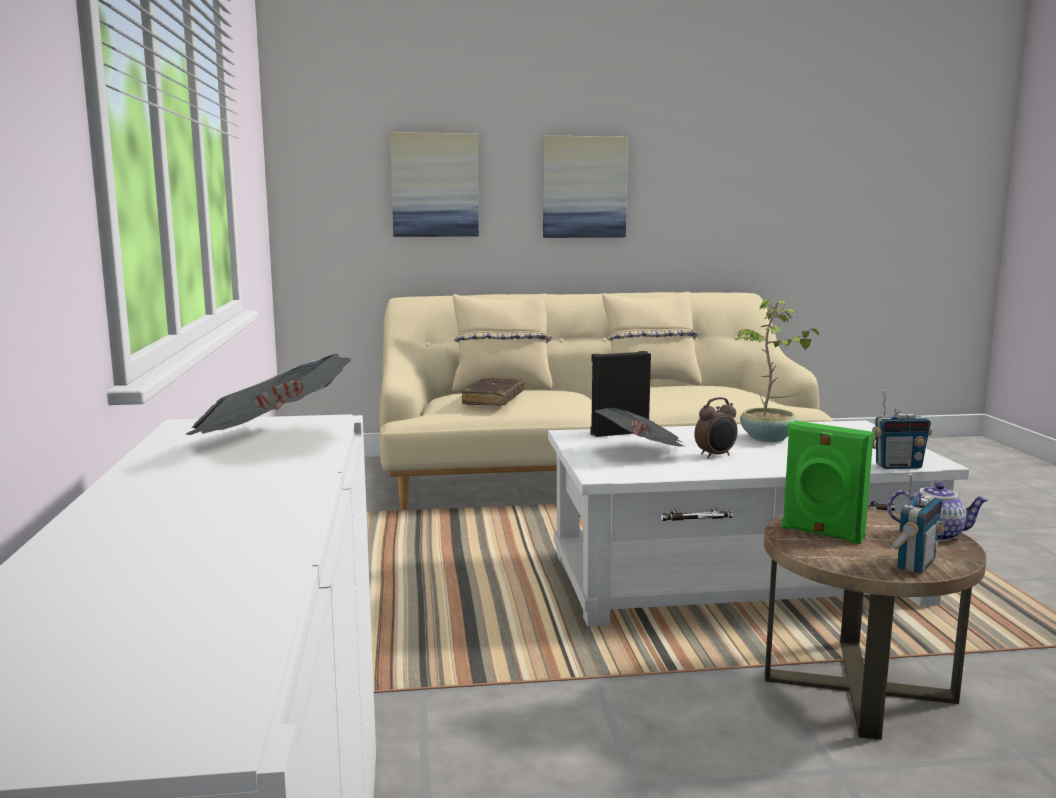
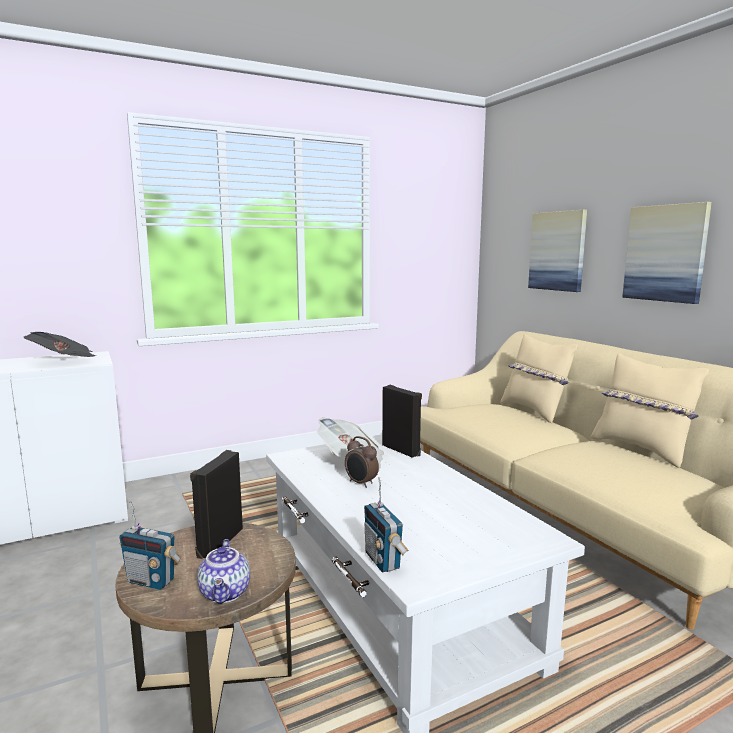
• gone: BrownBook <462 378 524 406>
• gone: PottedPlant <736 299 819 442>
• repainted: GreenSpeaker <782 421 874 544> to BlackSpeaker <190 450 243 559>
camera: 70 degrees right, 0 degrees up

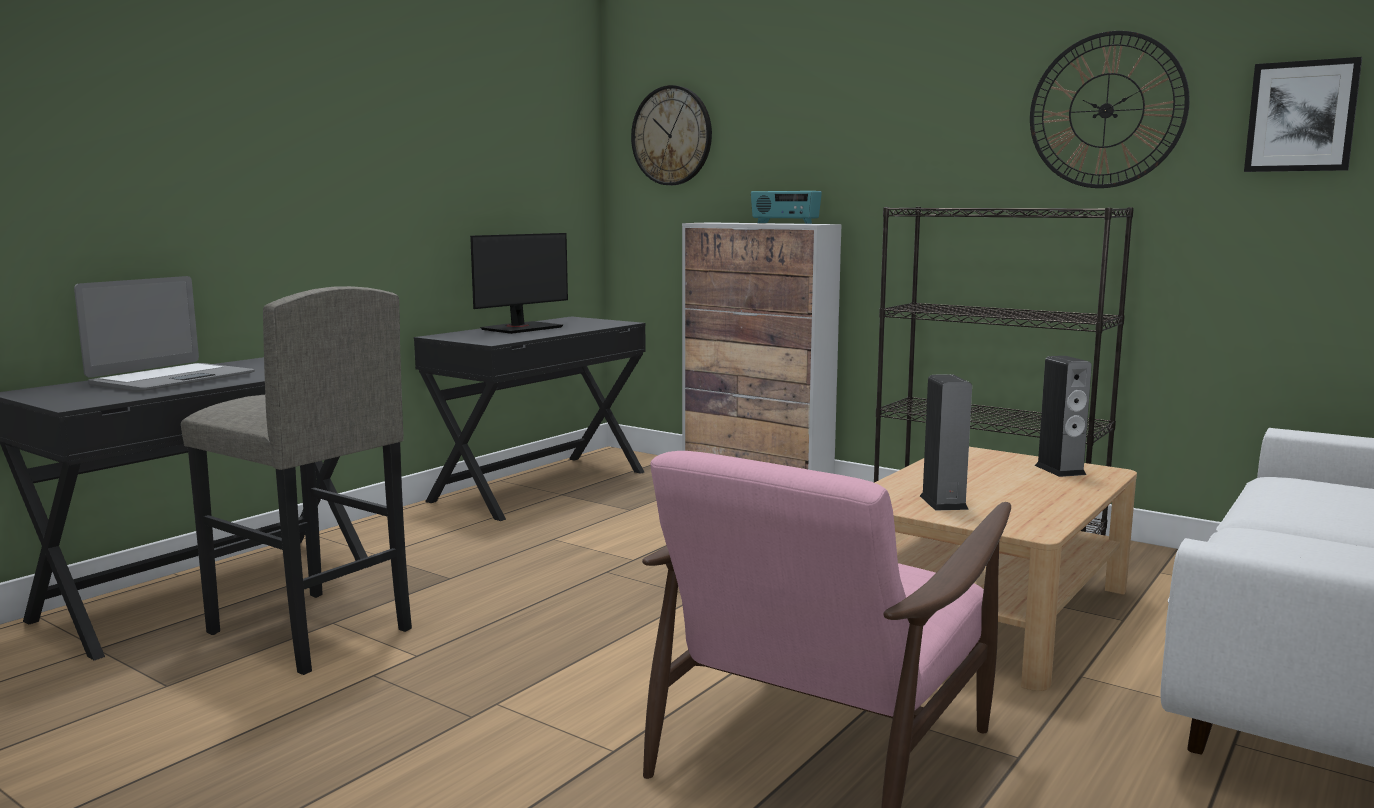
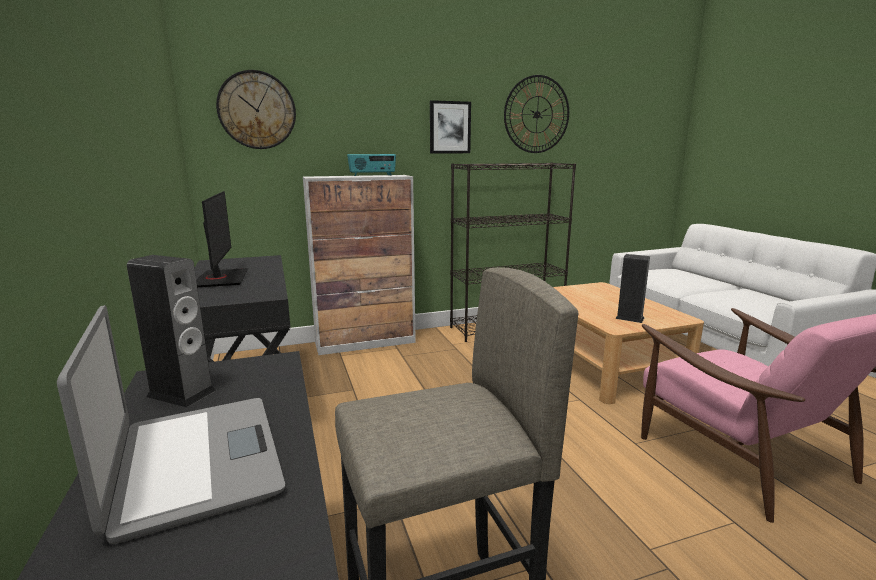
• shifted: Speaker <1035 356 1092 477> to <127 255 216 407>
• shifted: Picture <1244 57 1362 172> to <430 100 471 153>
camera: 55 degrees left, 5 degrees up

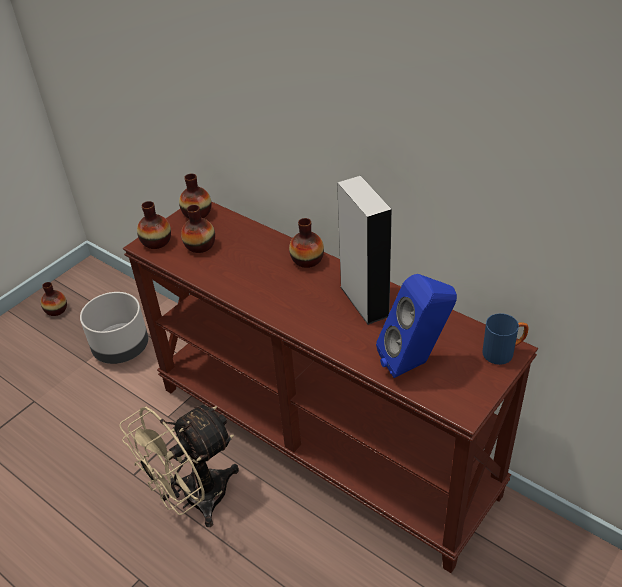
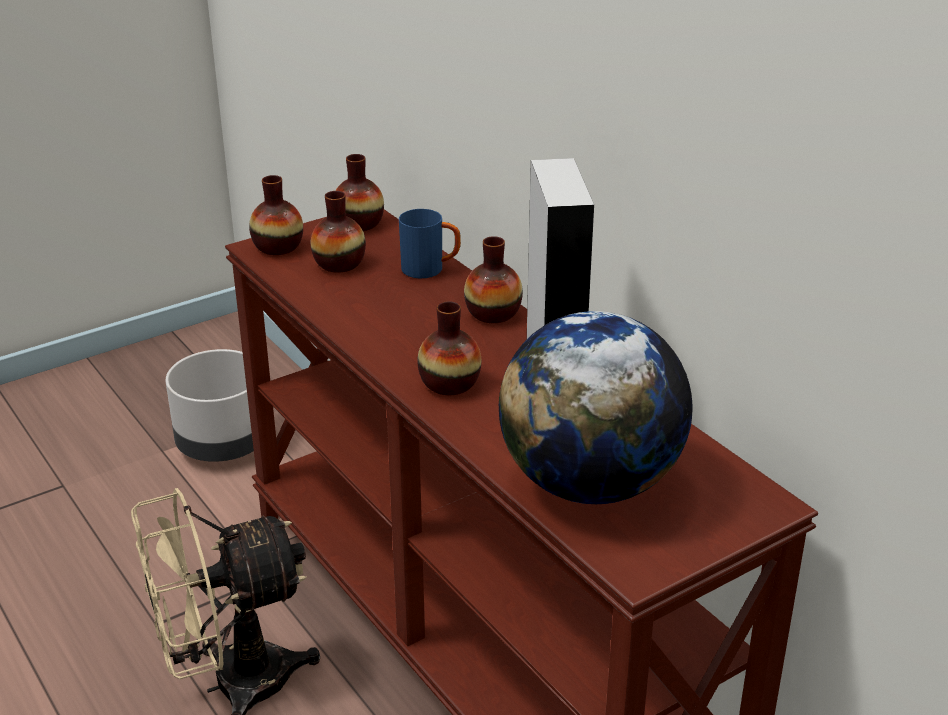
• shifted: Vase <41 282 67 316> to <417 301 481 395>
• shifted: BlueMug <482 313 529 365> to <399 209 461 278>
• swapped: BlueSpeaker <376 274 457 378> to Globe <499 311 693 504>
camera: 15 degrees right, 10 degrees down

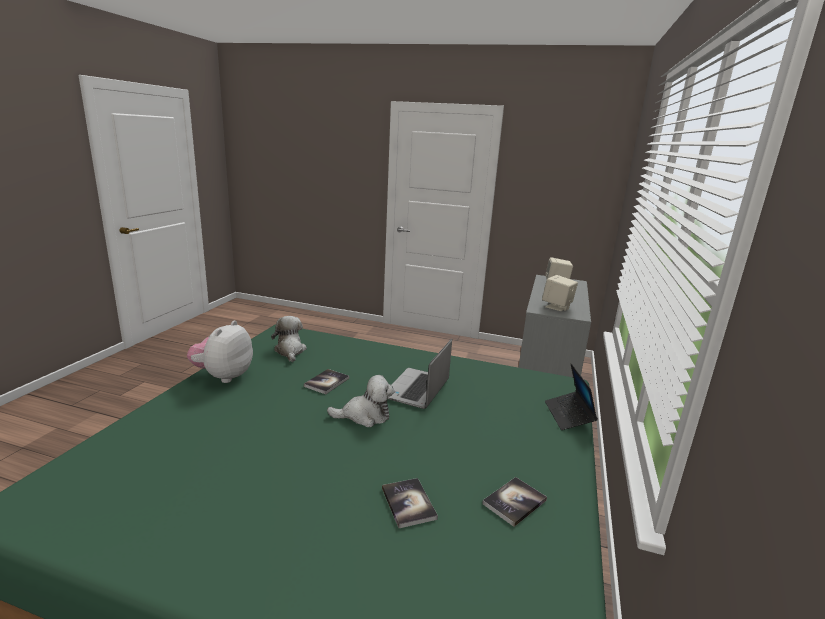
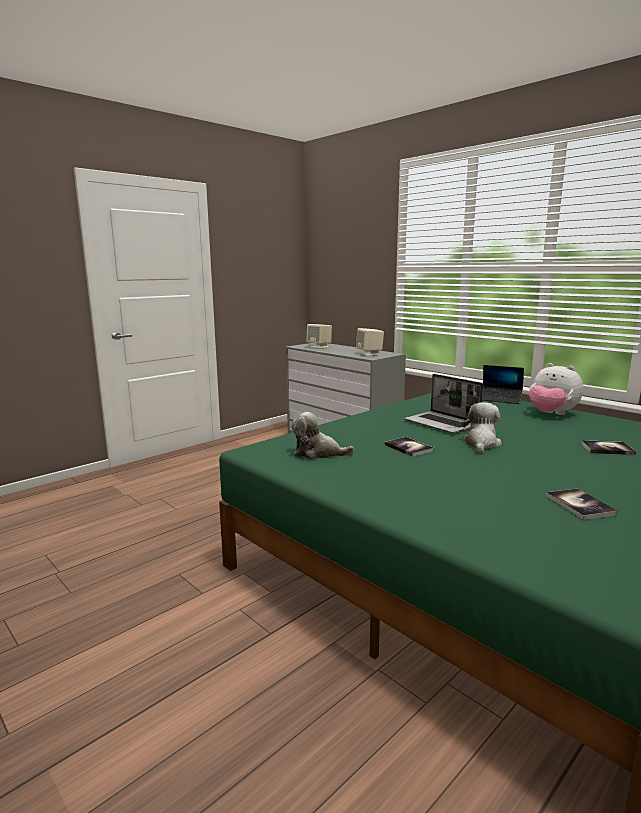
• shifted: PlushToy <187 320 253 383> to <529 363 583 415>
• shifted: Book <482 477 547 527> to <546 488 617 520>
camera: 60 degrees left, 5 degrees down

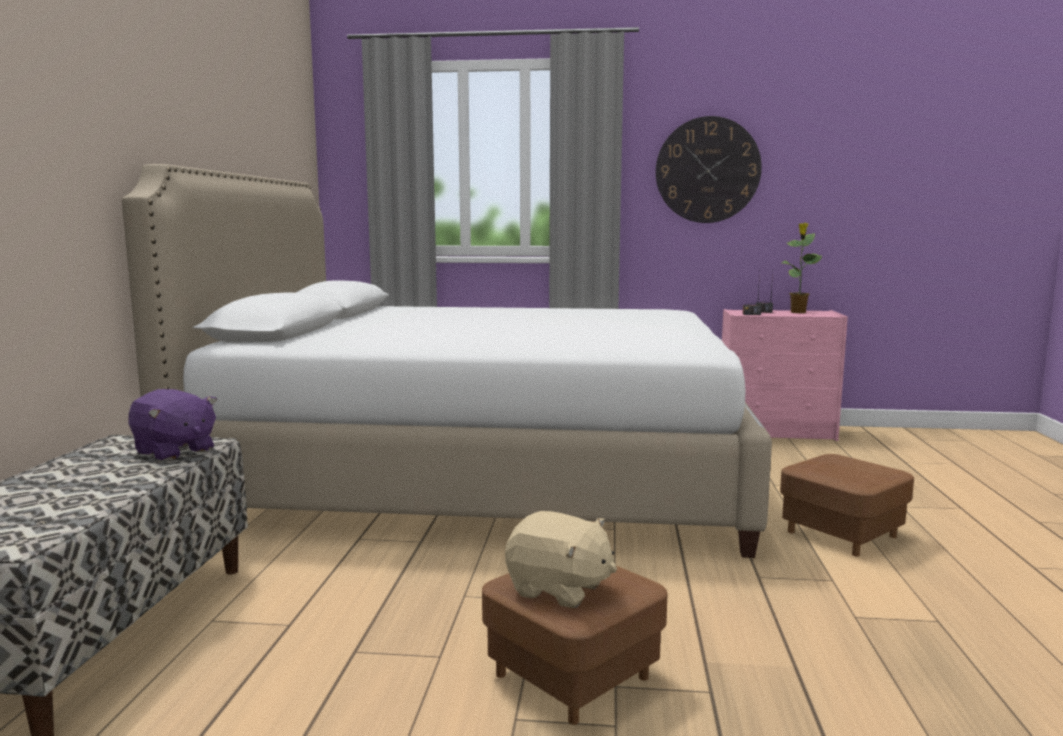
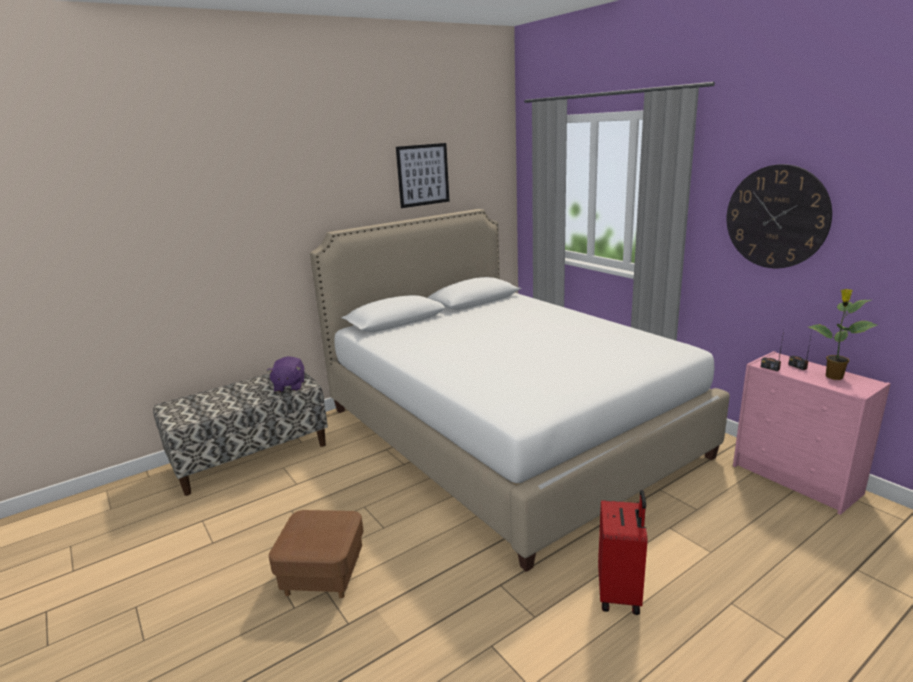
• gone: BeigePlushToy <505 511 617 608>
• new: Picture <396 143 450 208>
• swapped: BrownOttoman <780 454 914 556> to RedSuitcase <598 490 648 615>
camera: 50 degrees right, 10 degrees up

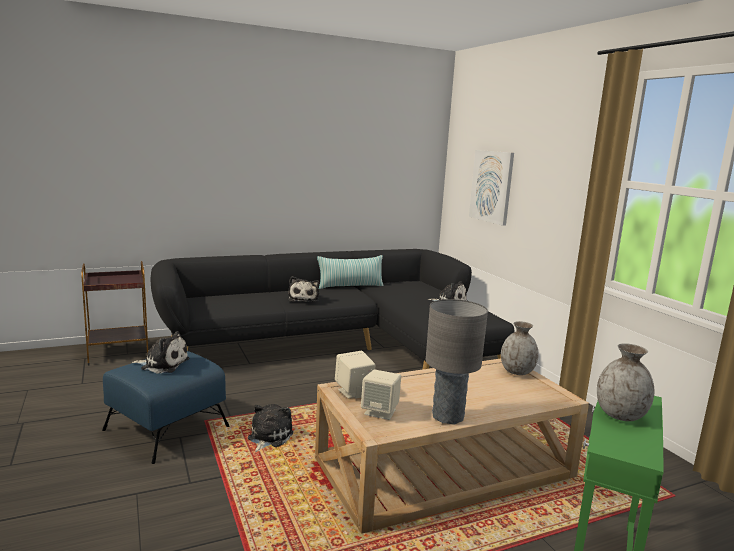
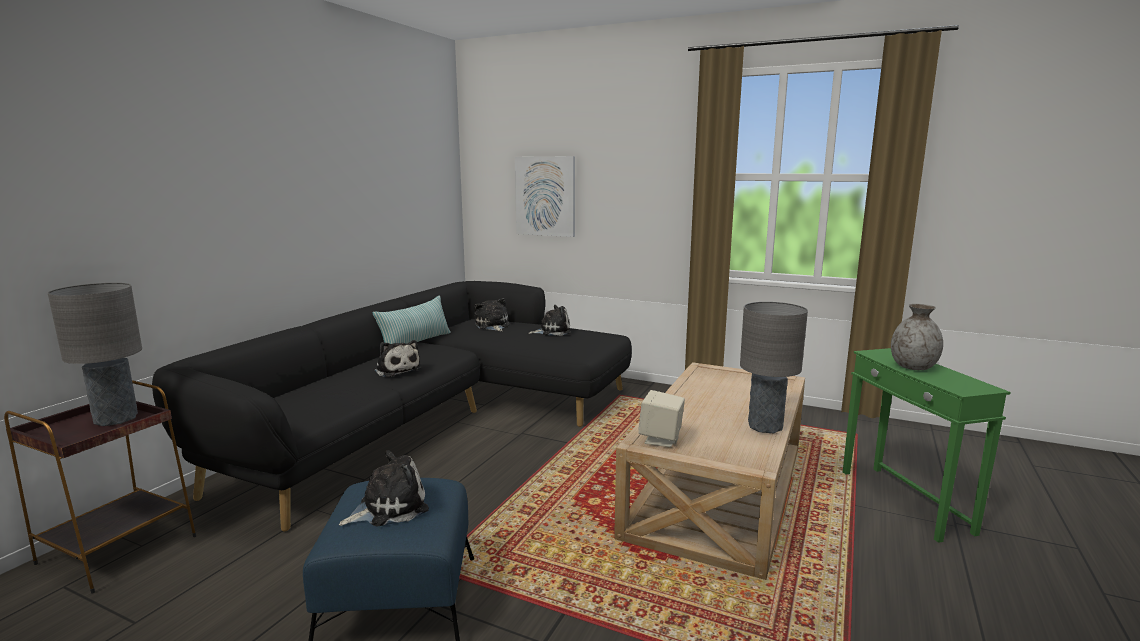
• gone: BeigeSpeaker <361 370 401 420>
• gone: GreyVase <501 321 539 375>
• new: GreyTableLamp <48 283 142 426>
• shifted: PlushToy <248 404 293 452> to <474 298 510 331>
camera: 40 degrees left, 0 degrees up

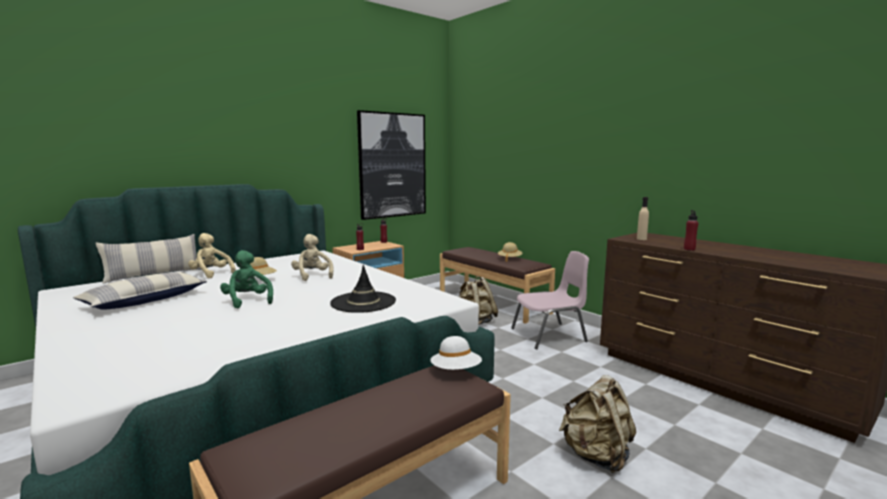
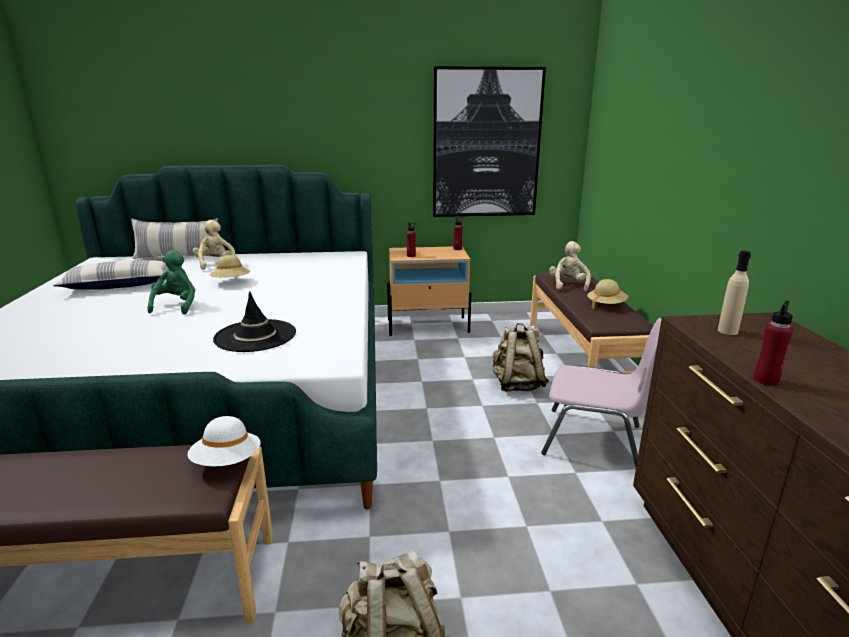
• shifted: BeigePlushToy <291 234 334 281> to <549 241 591 291>
camera: 35 degrees right, 10 degrees up

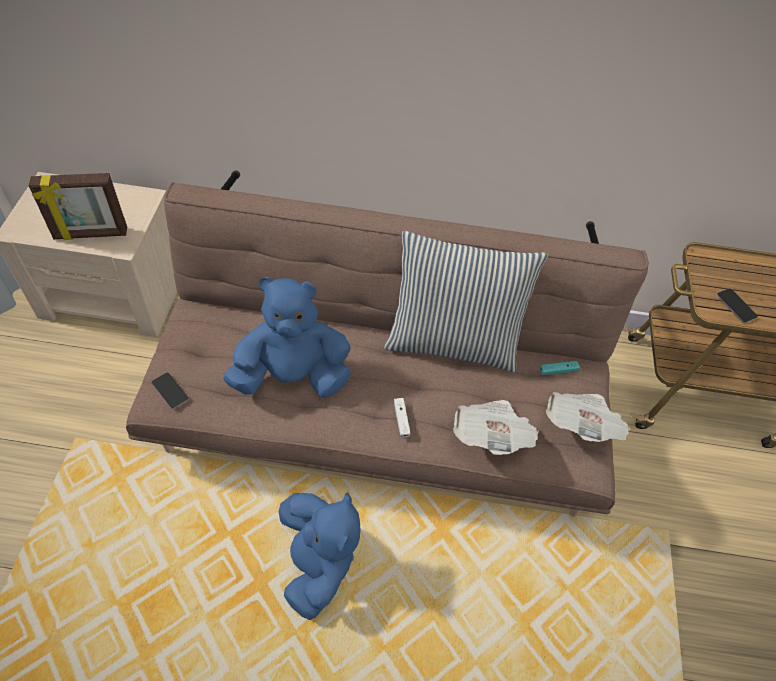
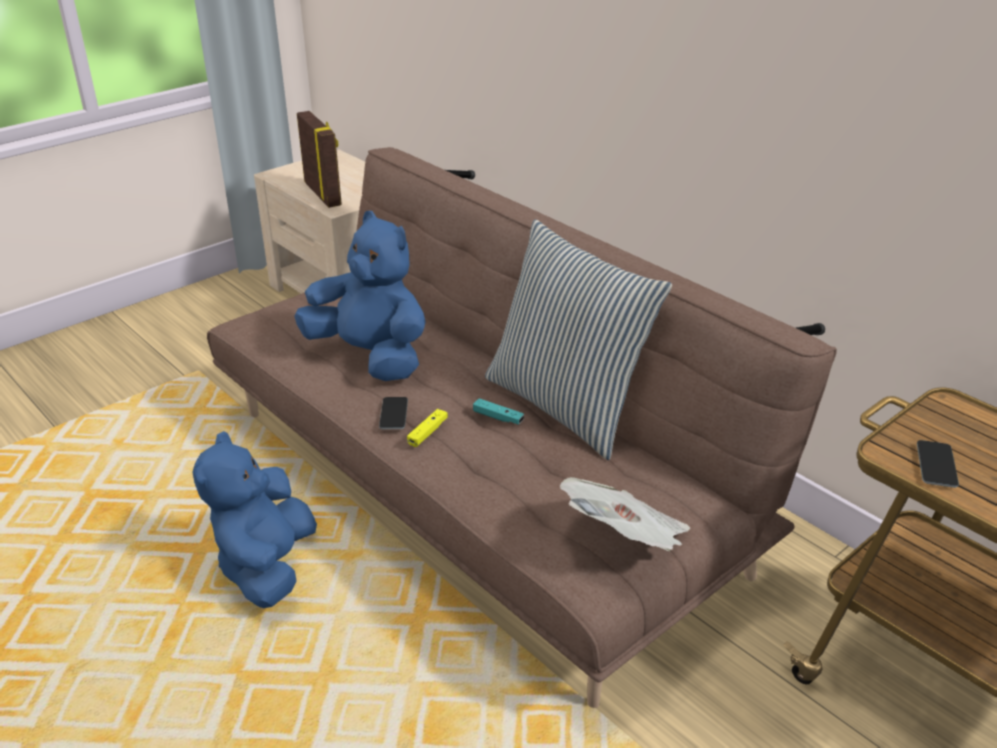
• gone: Newspaper <453 400 539 455>
• shifted: Phone <152 372 189 409> to <379 397 408 429>
• shifted: TurquoiseGameController <540 361 580 375> to <473 398 524 424>
• repainted: WhiteGameController <394 398 411 438> to YellowGameController <407 409 448 447>
• rotated: PictureFrame <28 173 127 240> = <297 111 341 208> 150 degrees counterclockwise
• rotated: BluePlushToy <279 492 360 620> = <192 431 317 608> 150 degrees clockwise
camera: 45 degrees right, 20 degrees down

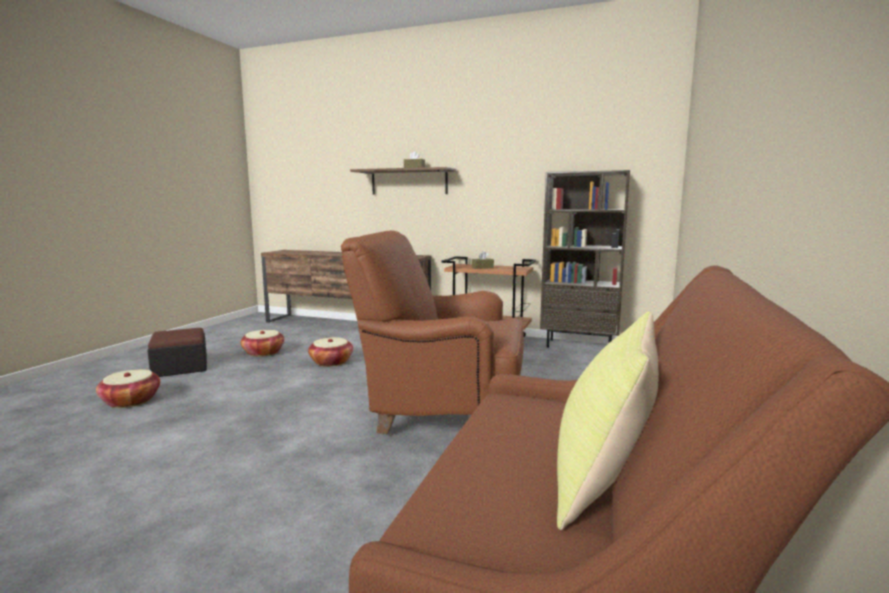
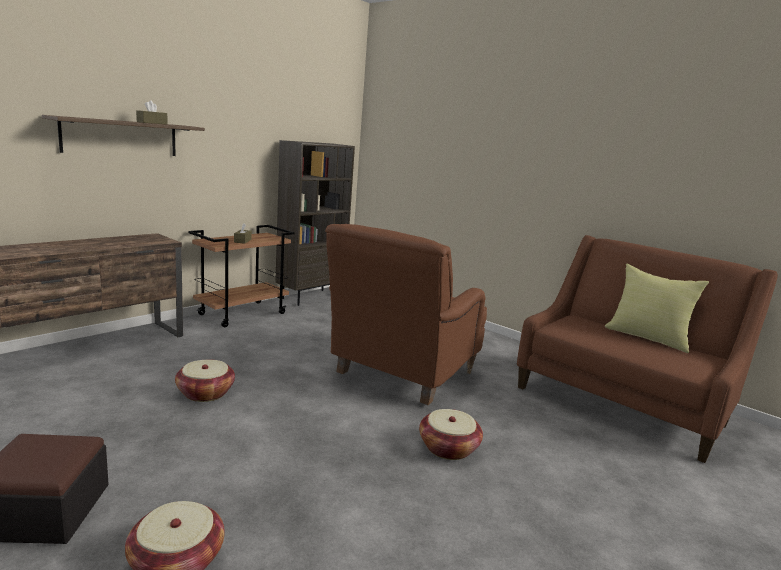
• shifted: Basket <240 330 284 357> to <419 409 483 460>
camera: 70 degrees left, 5 degrees up

